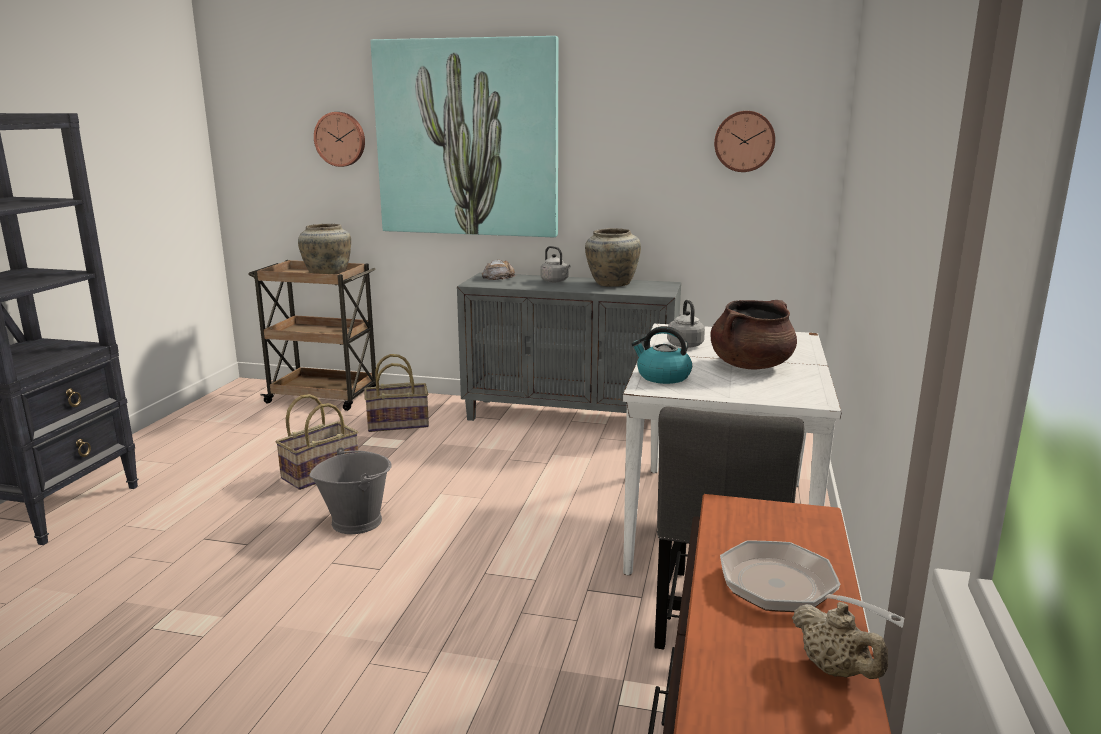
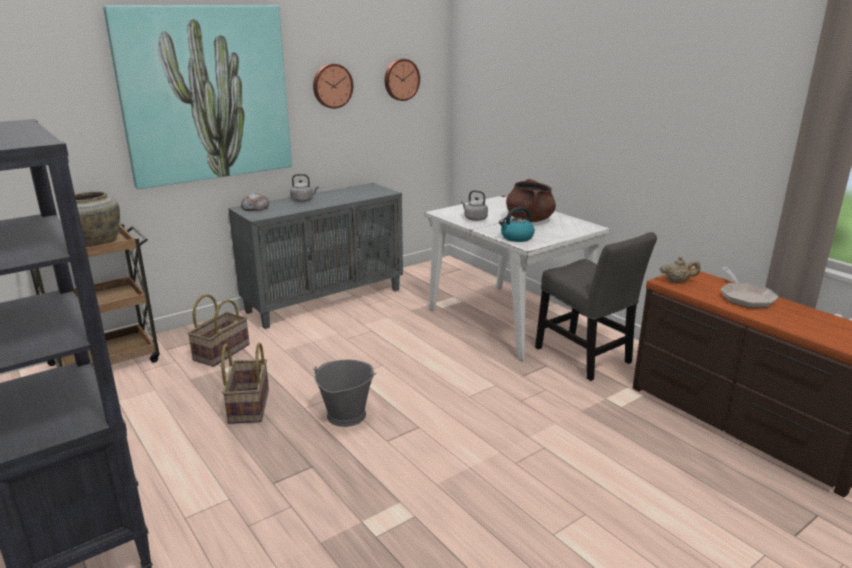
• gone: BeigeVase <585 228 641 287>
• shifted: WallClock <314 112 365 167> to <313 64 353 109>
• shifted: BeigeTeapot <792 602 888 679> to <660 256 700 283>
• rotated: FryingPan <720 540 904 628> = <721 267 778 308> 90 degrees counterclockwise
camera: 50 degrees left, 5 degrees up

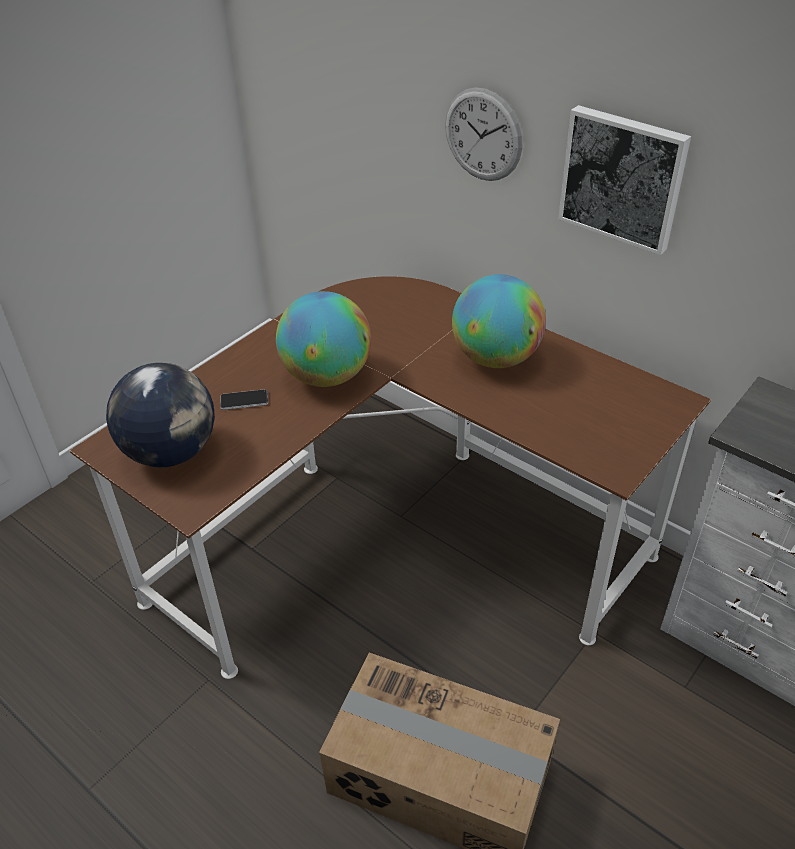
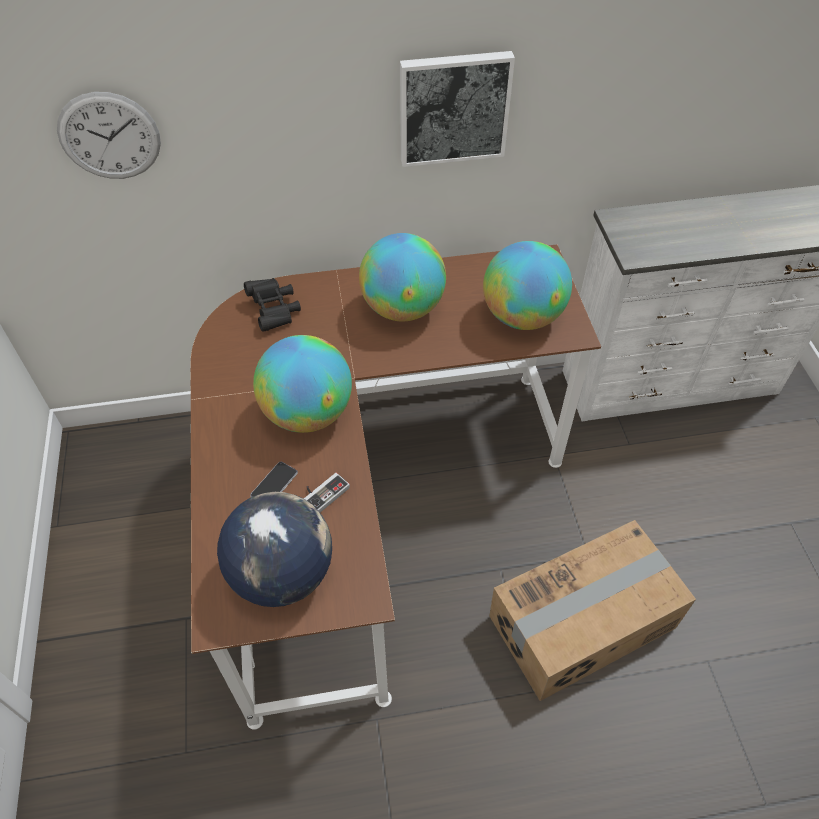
• new: BlackBinoculars <244 278 301 332>
• new: GameController <304 473 350 512>
• new: Globe <483 241 572 330>
• shifted: WallClock <445 87 522 181> to <57 92 161 179>
camera: 50 degrees left, 10 degrees up

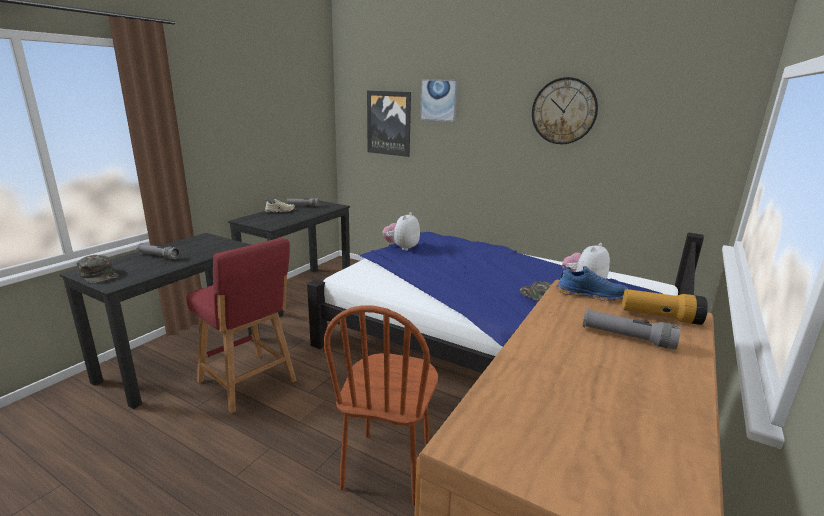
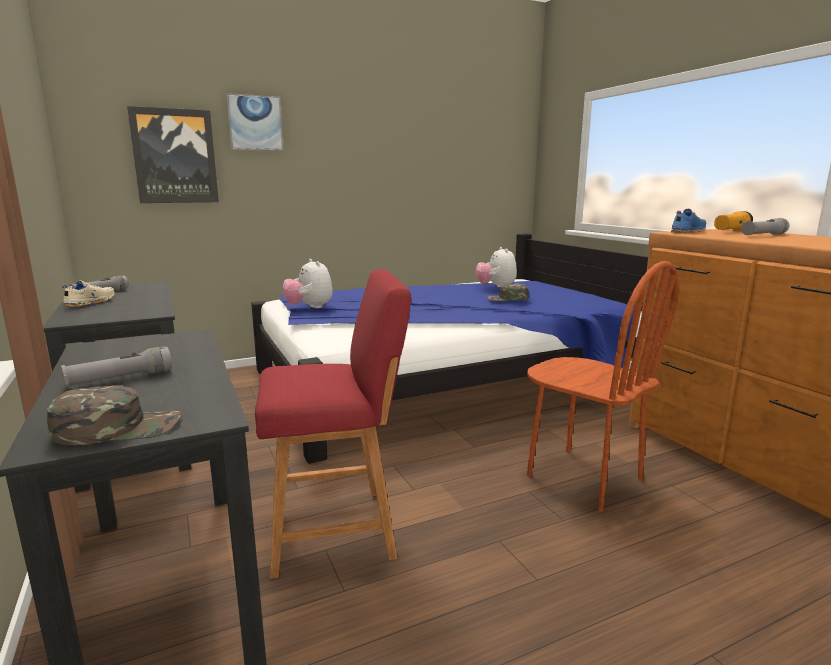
• gone: WallClock <532 77 598 144>
camera: 55 degrees left, 5 degrees down

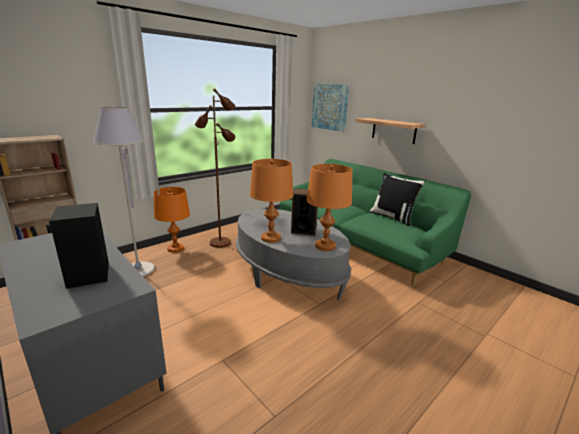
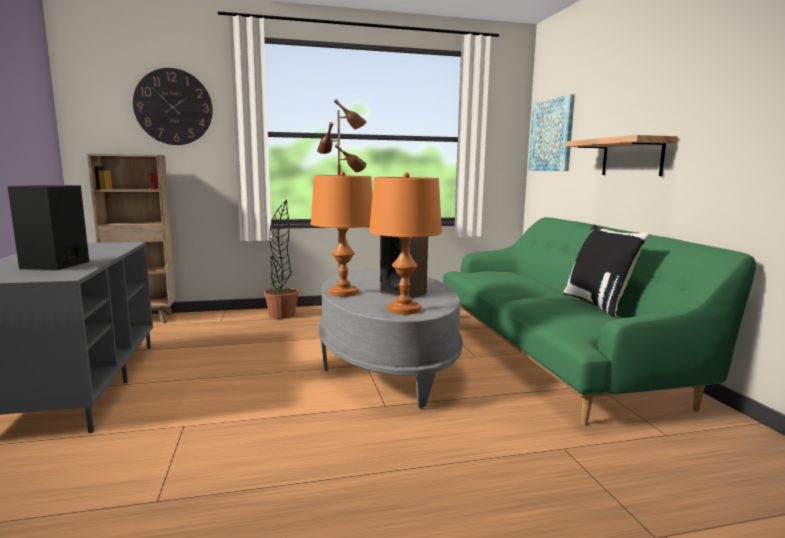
• gone: GreyFloorLamp <93 107 155 277>
• new: WallClock <133 68 213 145>
• swapped: OrangeTableLamp <154 187 190 253> to PottedPlant <264 200 299 319>
camera: 30 degrees right, 10 degrees down

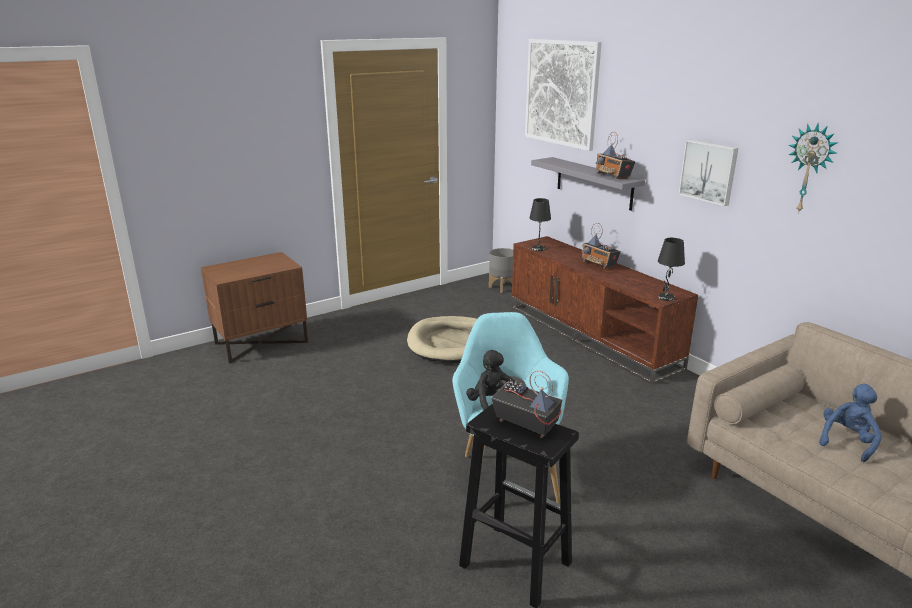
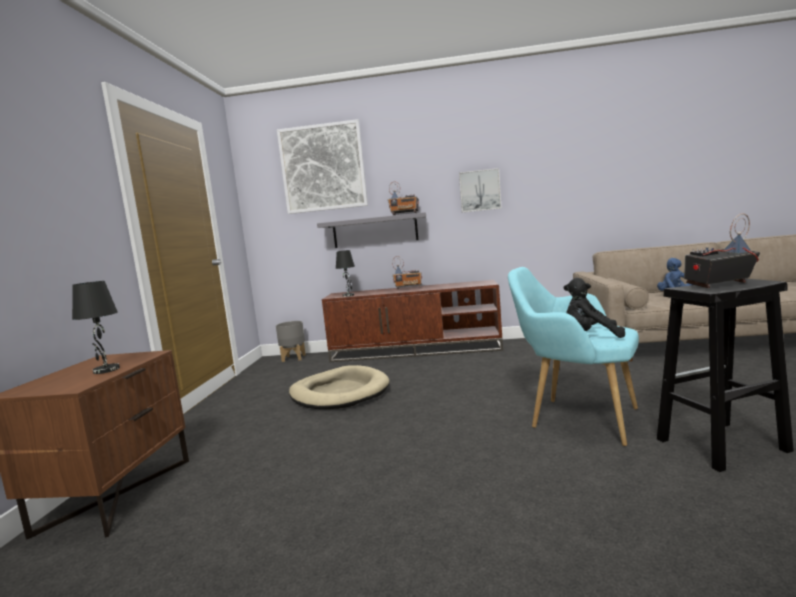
• gone: WallClock <789 123 838 214>
• shifted: BlackTableLamp <658 238 685 301> to <72 281 120 374>
camera: 50 degrees left, 15 degrees down

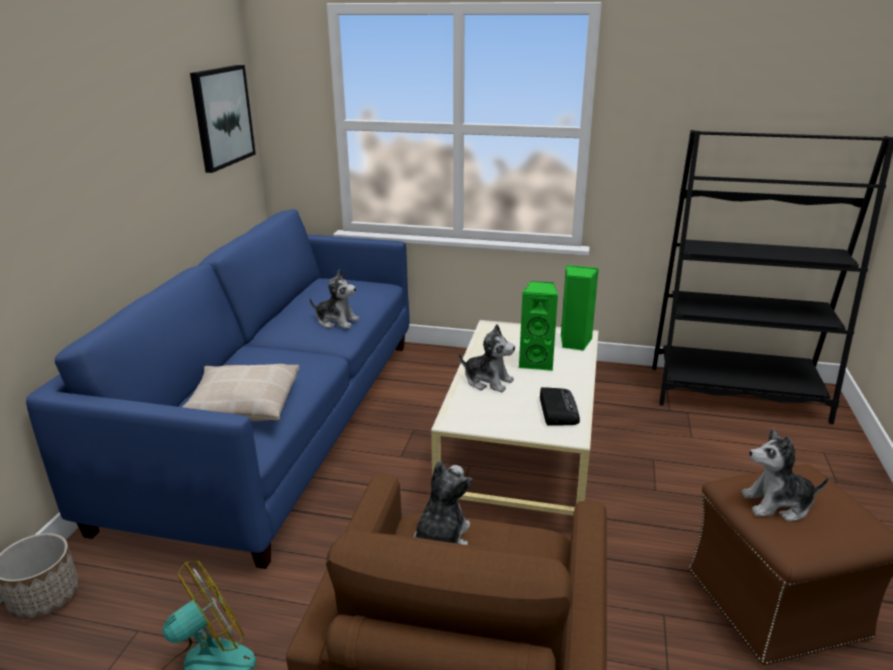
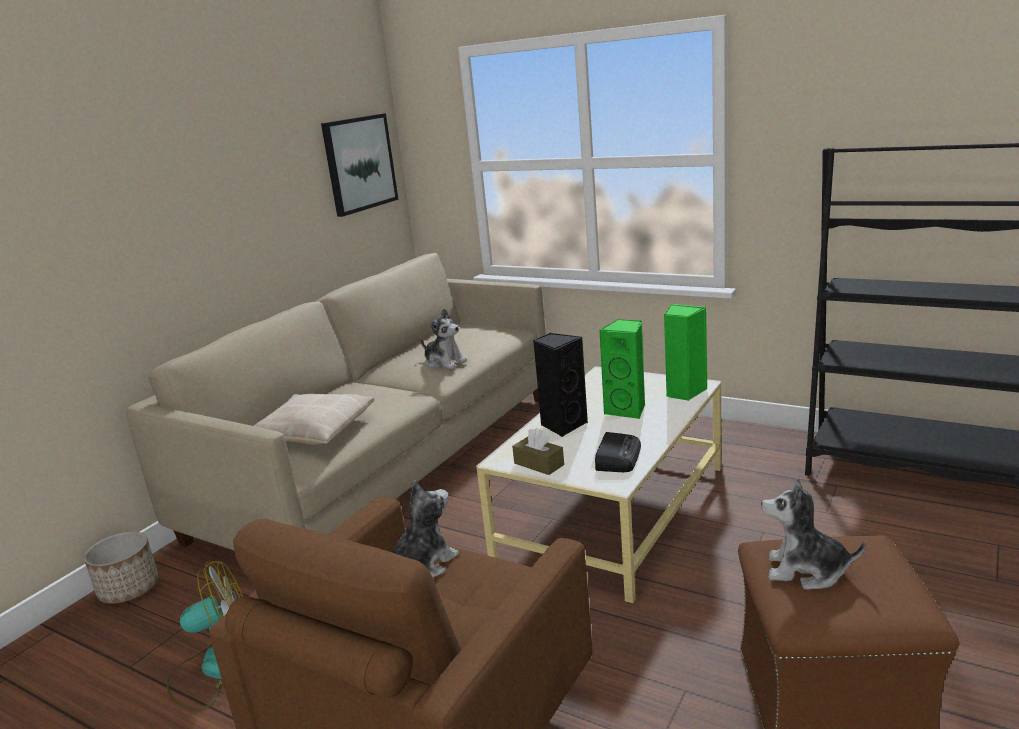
• new: BrownTissueBox <512 428 564 475>
• swapped: PlushToy <459 324 515 392> to BlackSpeaker <533 333 588 437>
• repainted: BlueSofa <26 209 410 569> to BeigeSofa <127 253 546 551>
camera: 20 degrees right, 5 degrees down

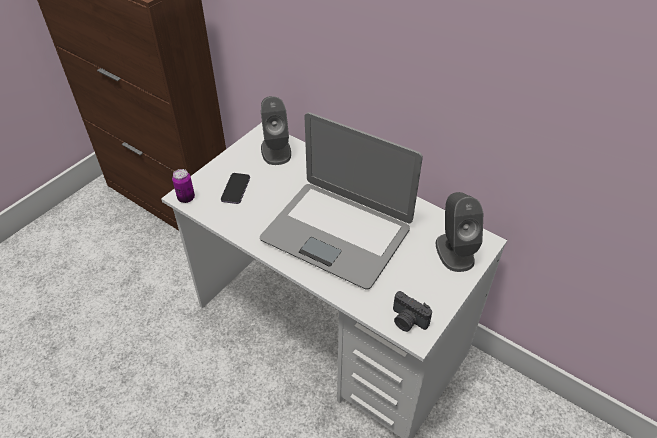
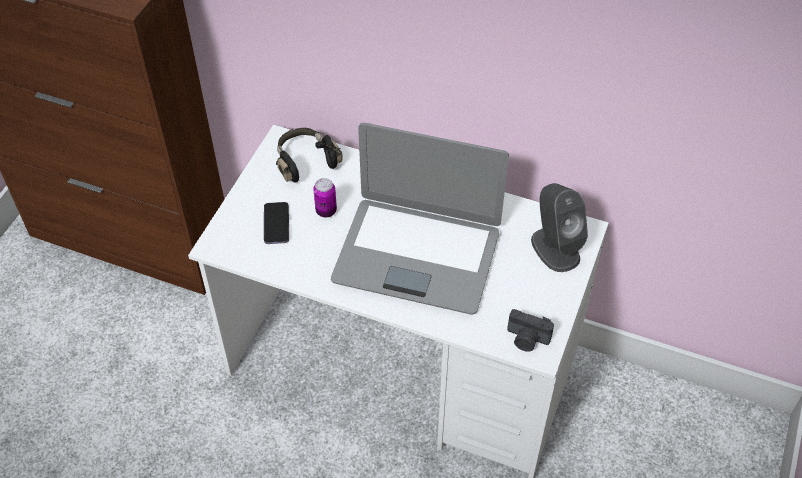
• shifted: Can <172 169 195 203> to <313 178 337 217>
• swapped: GreySpeaker <261 96 291 165> to BlackHeadphones <276 128 343 182>
camera: 15 degrees left, 5 degrees up

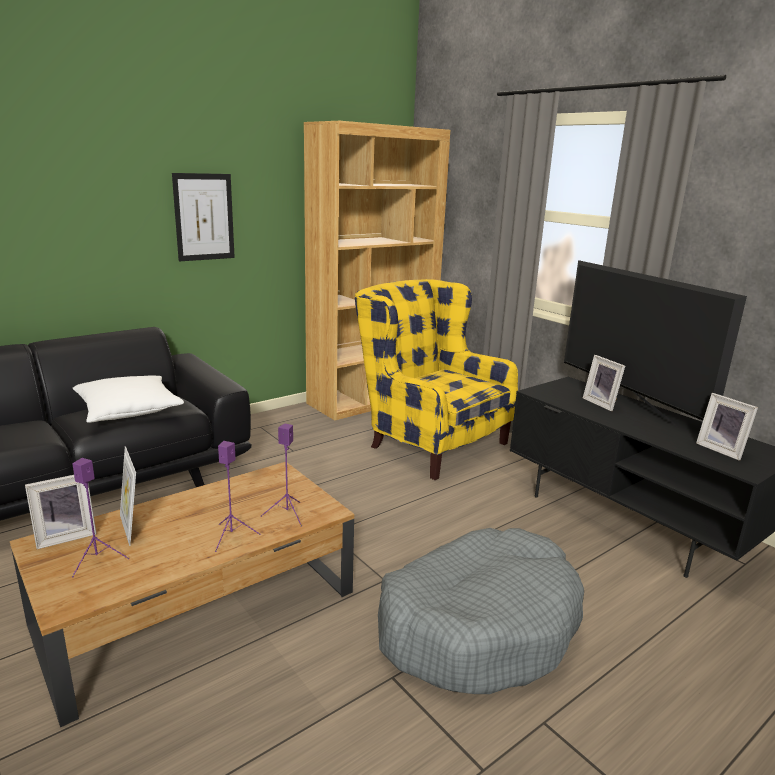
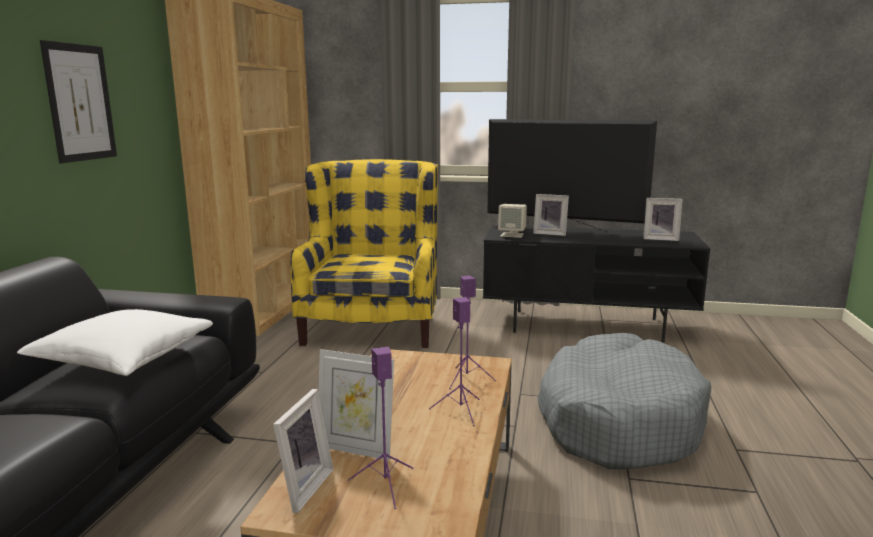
• new: BeigeSpeaker <498 204 527 238>
• rotated: YellowArmchair <355 279 518 480> = <291 159 438 348> 90 degrees clockwise
camera: 40 degrees left, 5 degrees down

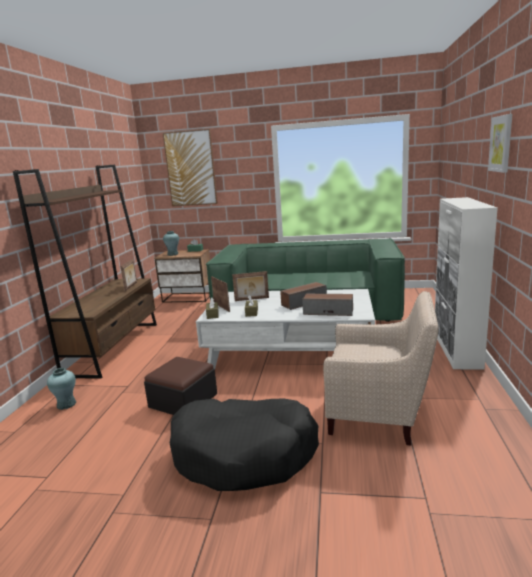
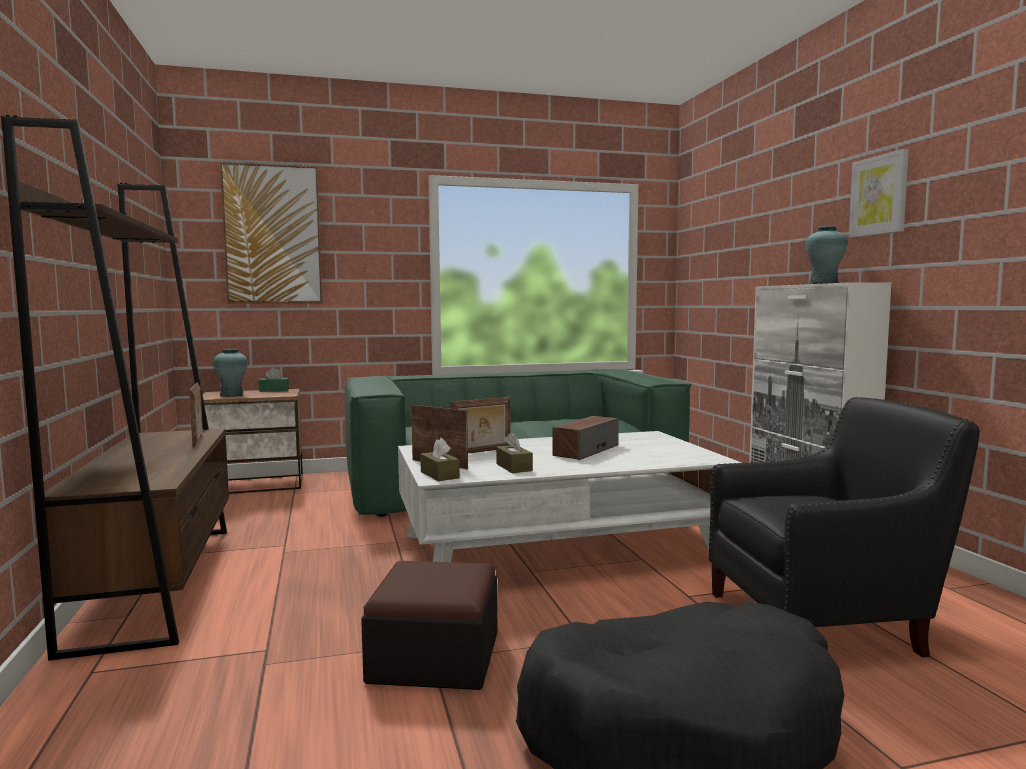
• gone: Speaker <302 293 353 316>
• shifted: TurquoiseVase <47 368 76 410> to <805 226 848 284>
• repainted: BeigeArmchair <323 291 439 445> to BlackArmchair <709 397 980 657>
camera: 25 degrees left, 10 degrees down

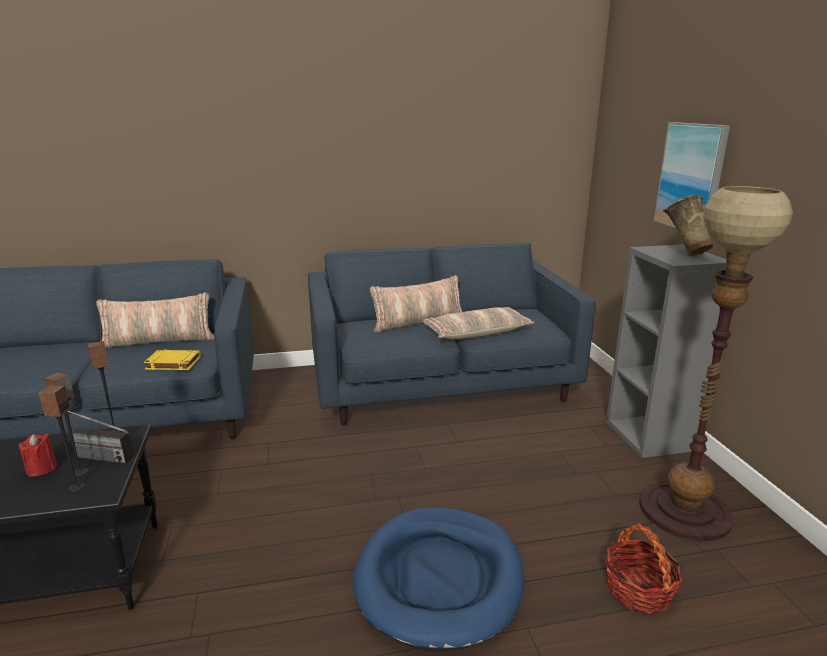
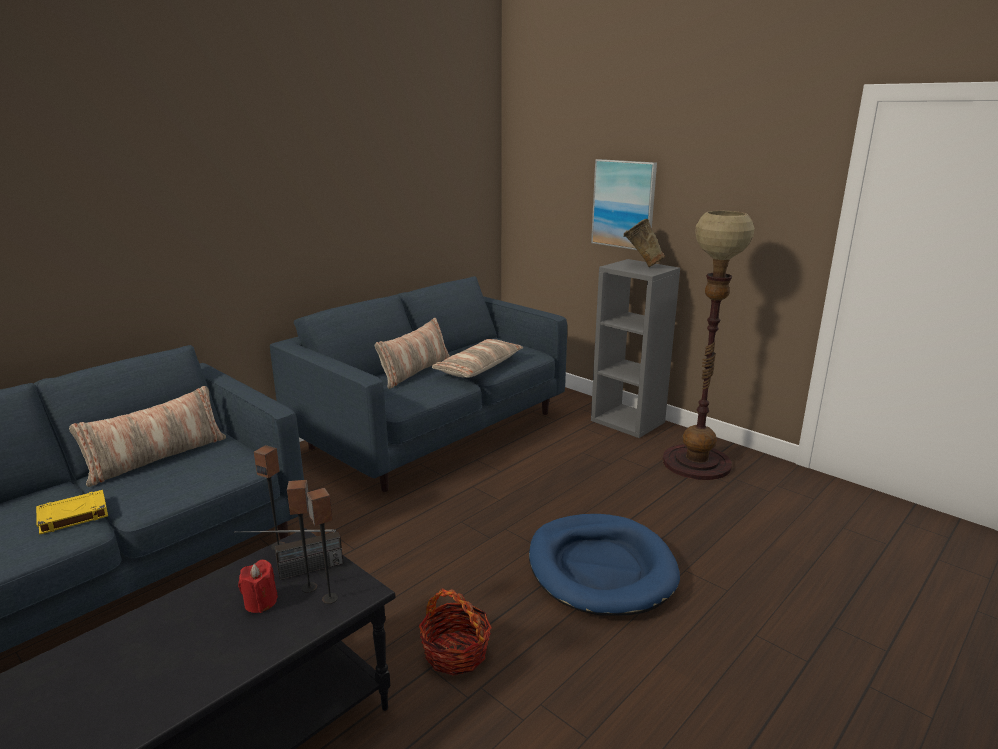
• shifted: YellowBook <144 350 201 370> to <36 490 108 535>
• shifted: Basket <605 523 682 615> to <419 588 492 676>
camera: 35 degrees left, 0 degrees up

